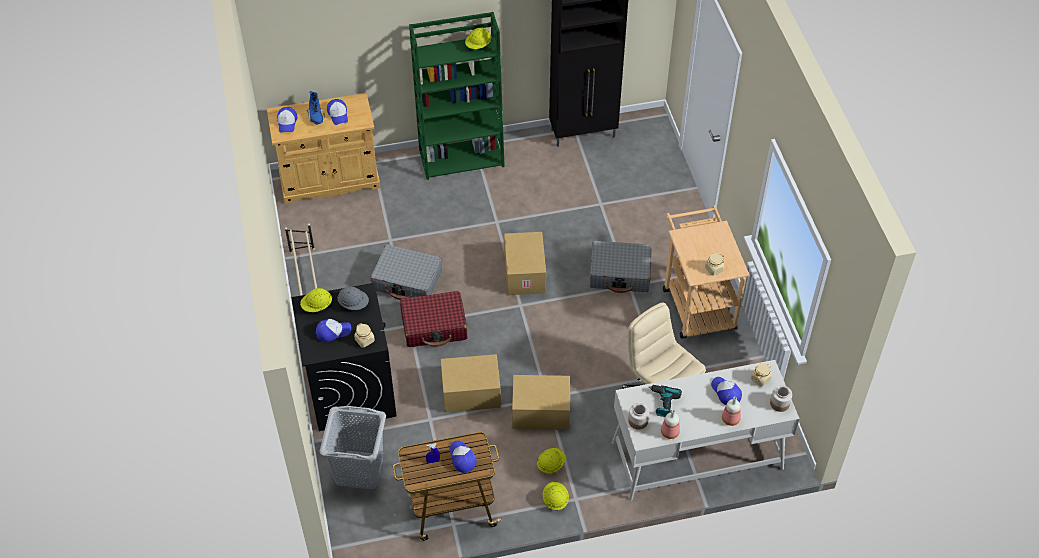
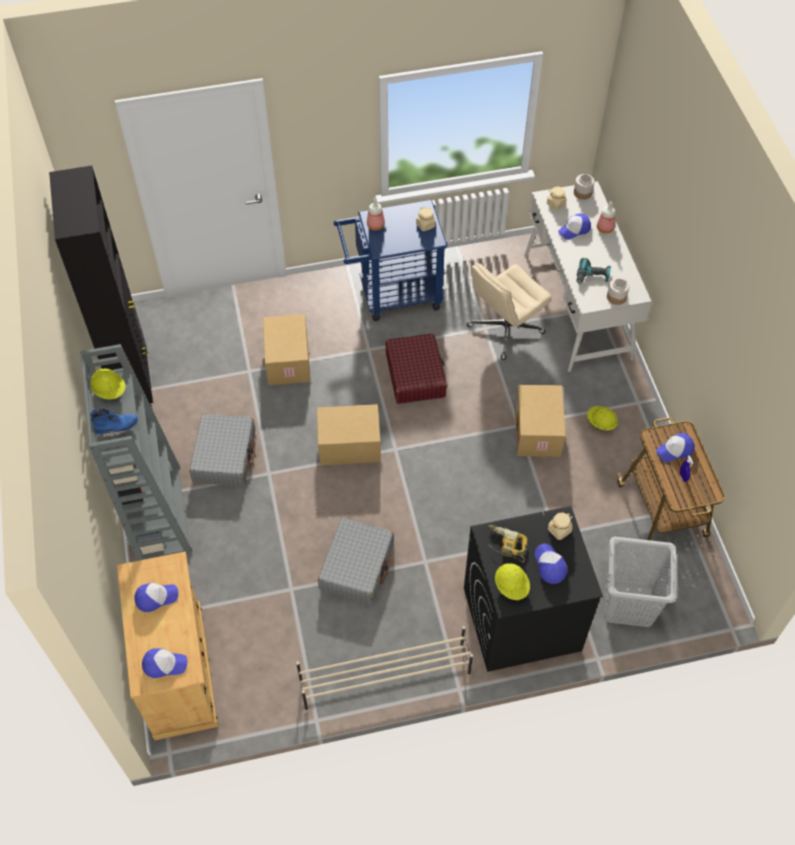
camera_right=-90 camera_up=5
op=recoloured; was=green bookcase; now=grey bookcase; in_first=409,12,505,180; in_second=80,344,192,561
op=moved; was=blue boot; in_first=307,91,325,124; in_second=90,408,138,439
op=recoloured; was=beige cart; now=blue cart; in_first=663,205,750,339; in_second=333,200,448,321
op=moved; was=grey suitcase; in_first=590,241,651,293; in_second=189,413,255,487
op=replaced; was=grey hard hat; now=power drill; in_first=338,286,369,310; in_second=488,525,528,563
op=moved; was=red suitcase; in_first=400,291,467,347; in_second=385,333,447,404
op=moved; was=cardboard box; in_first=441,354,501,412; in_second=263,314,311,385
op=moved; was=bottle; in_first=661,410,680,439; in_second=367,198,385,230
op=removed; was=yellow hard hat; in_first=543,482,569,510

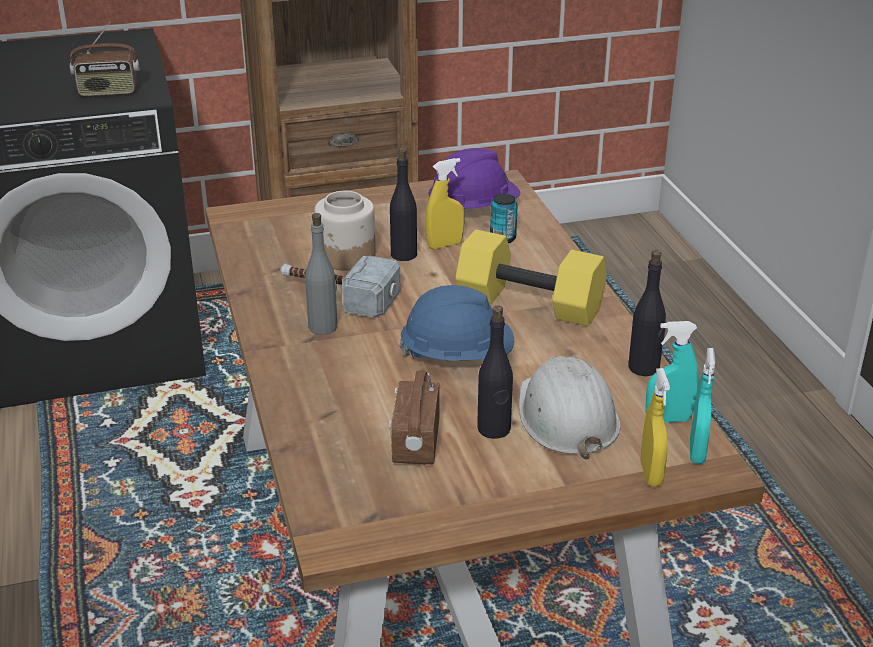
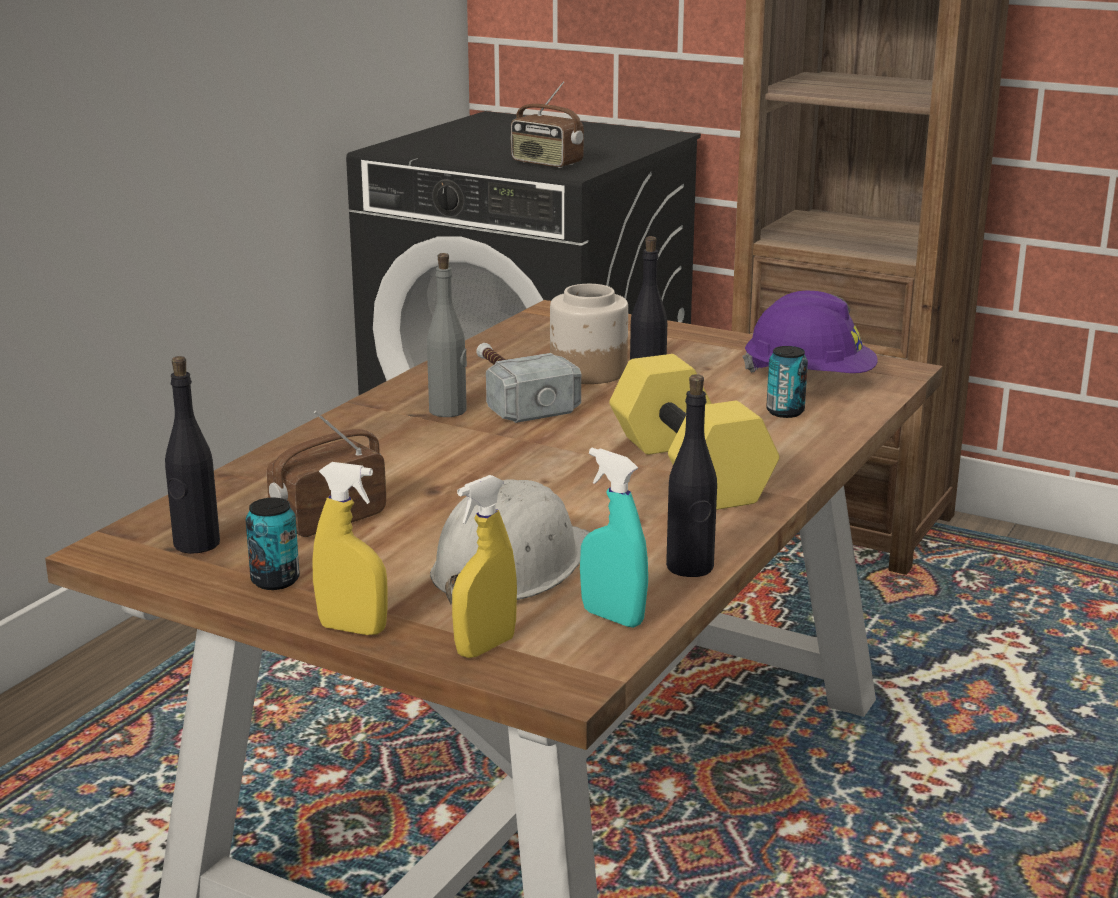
camera_right=45 camera_up=-10
op=moved; was=yellow spray bottle; in_first=426,158,465,249; in_second=312,462,388,635
op=removed; was=blue hard hat; in_first=399,285,514,361
op=moved; was=black bottle; in_first=477,305,513,439; in_second=165,356,220,554
op=removed; was=turquoise spray bottle; in_first=690,348,715,464
op=added; now=can; in_second=246,498,300,590

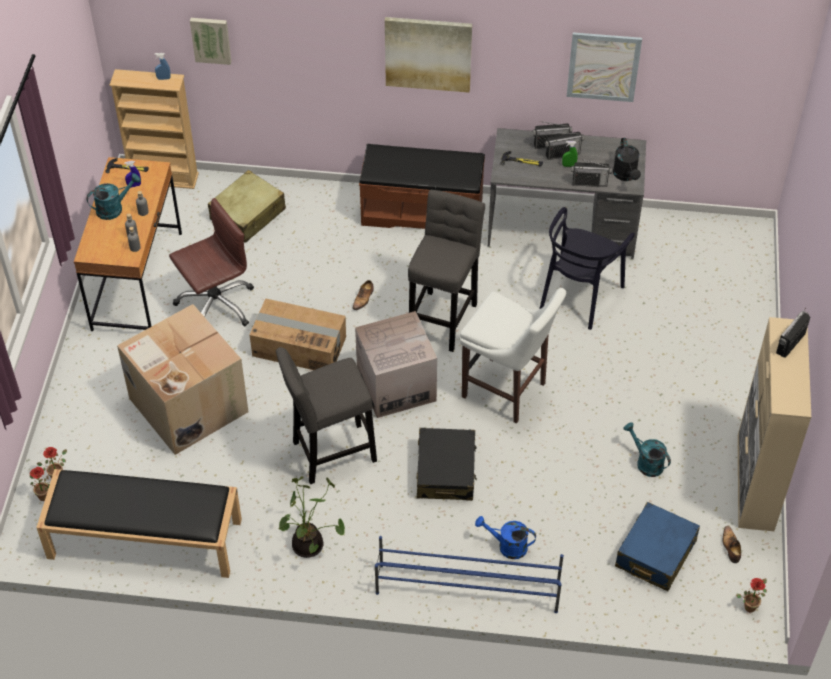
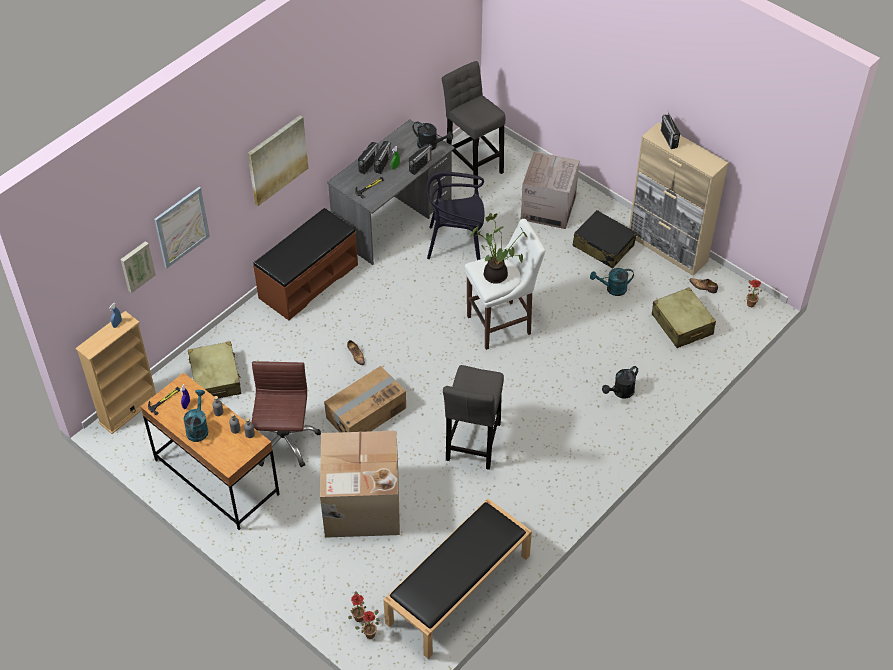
camera_right=-55 camera_up=0
op=moved; was=picture; in_first=566,32,642,102; in_second=154,187,210,269
op=moved; was=grey stool; in_first=408,190,485,352; in_second=442,61,505,185
op=turned; was=black chair; in_first=539,207,635,330; in_second=426,172,484,260; clockwise=120
op=moved; was=cardboard box; in_first=355,311,437,418; in_second=521,151,580,229
op=moved; was=black suitcase; in_first=416,428,477,501; in_second=572,210,637,269
op=moved; was=potted plant; in_first=279,476,345,558; in_second=470,213,527,284
op=recoloured; was=blue suitcase; now=beige suitcase; in_first=615,502,700,591; in_second=652,287,716,348
op=recoloured; was=blue watering can; now=black watering can; in_first=475,516,536,559; in_second=602,366,638,399
op=removed; was=blue shoe rack; in_first=375,536,564,613

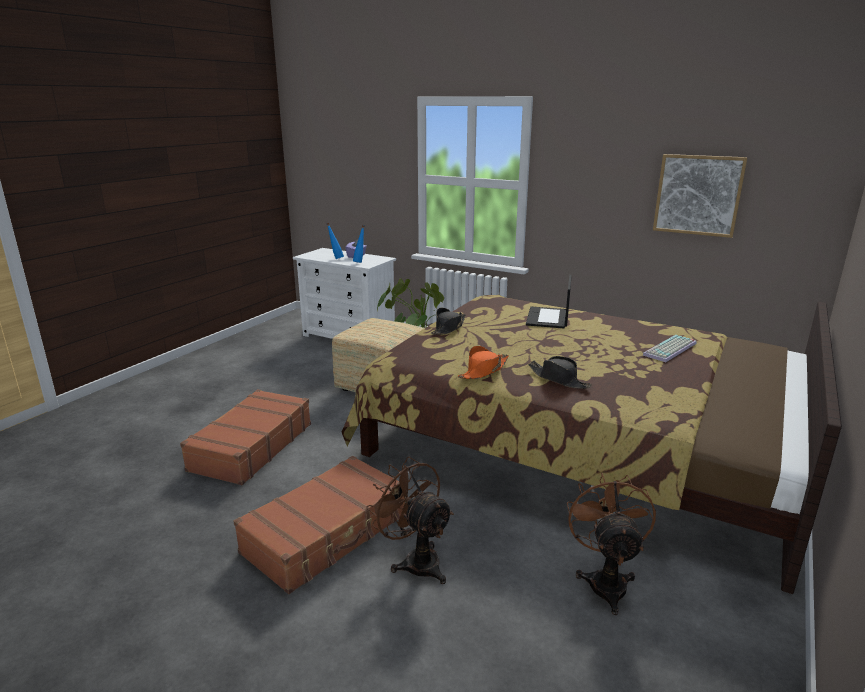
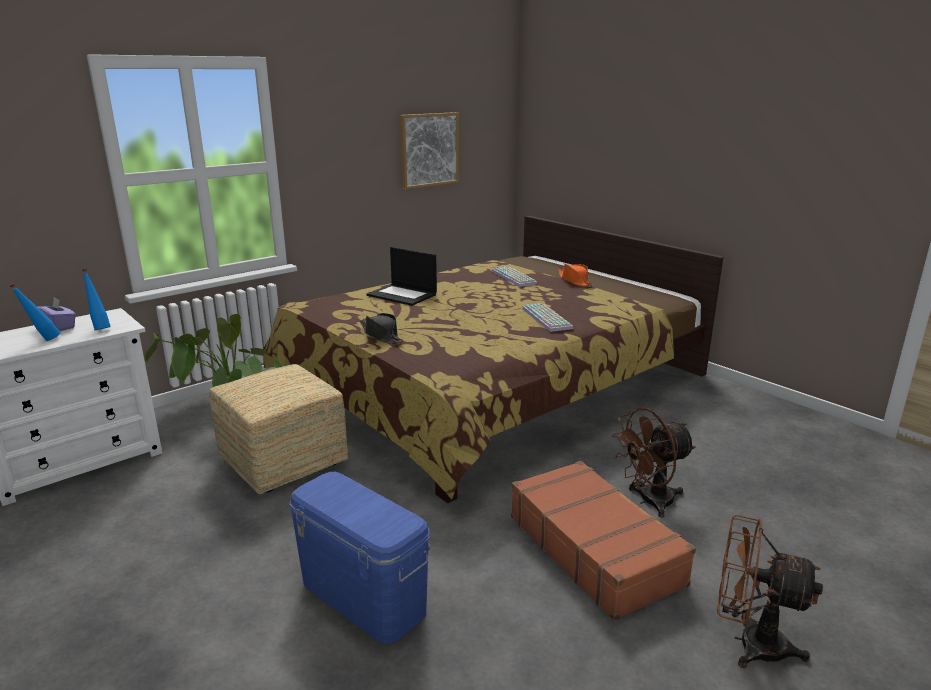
camera_right=-70 camera_up=0
op=moved; was=orange hat; in_first=458,346,509,379; in_second=558,264,593,286
op=replaced; was=black hat; now=keyboard; in_first=528,356,592,389; in_second=522,303,574,332
op=replaced; was=brown suitcase; now=blue storage box; in_first=180,389,311,485; in_second=289,472,430,644
op=moved; was=brown fan; in_first=567,473,656,615; in_second=717,515,823,668

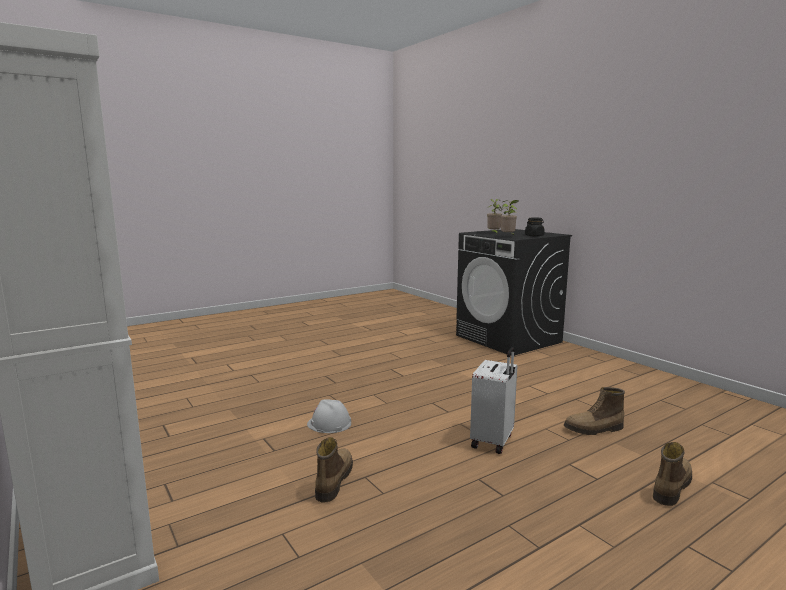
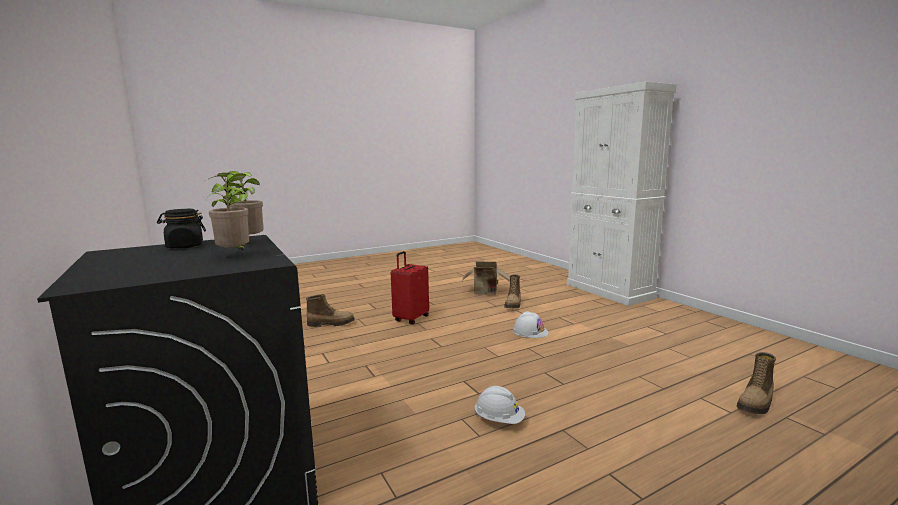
camera_right=-175 camera_up=0
op=recoloured; was=white suitcase; now=red suitcase; in_first=470,347,517,454; in_second=391,251,429,325
op=moved; was=boot; in_first=653,442,692,506; in_second=737,352,776,414
op=added; now=cardboard box; in_second=462,261,510,295
op=added; now=white hard hat; in_second=474,386,525,424

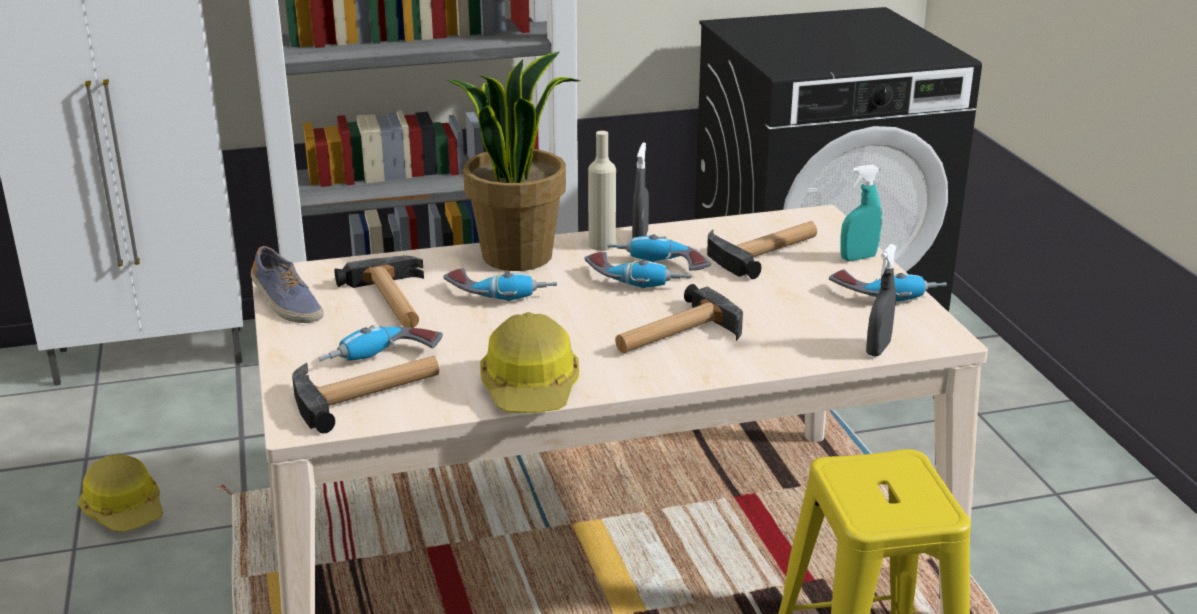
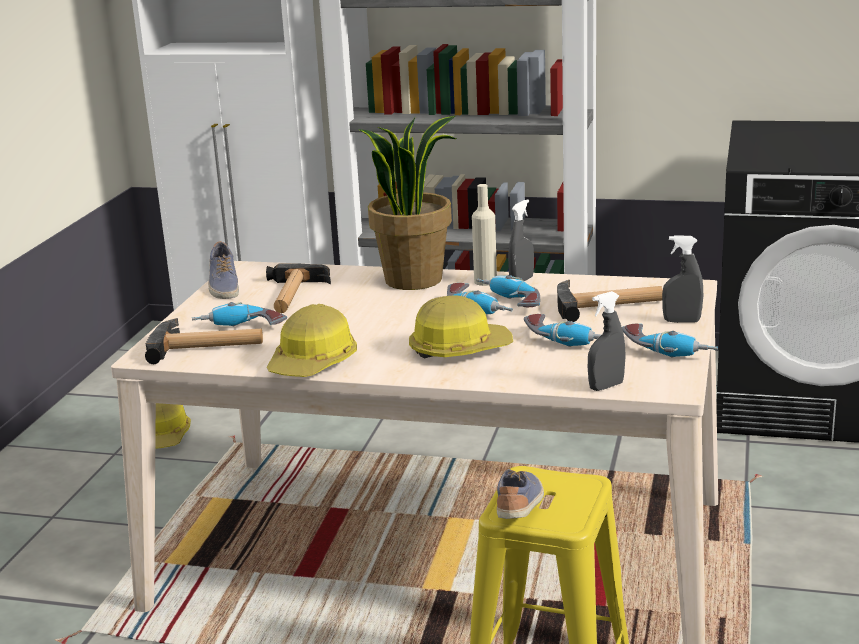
camera_right=30 camera_up=-5
op=recoloured; was=turquoise spray bottle; now=grey spray bottle; in_first=841,165,882,261; in_second=662,235,703,323
op=moved; was=power drill; in_first=443,268,557,301; in_second=524,314,601,347
op=replaced; was=hammer; now=hard hat; in_first=615,284,743,353; in_second=409,295,513,359
op=added; now=shoe; in_second=497,469,544,519

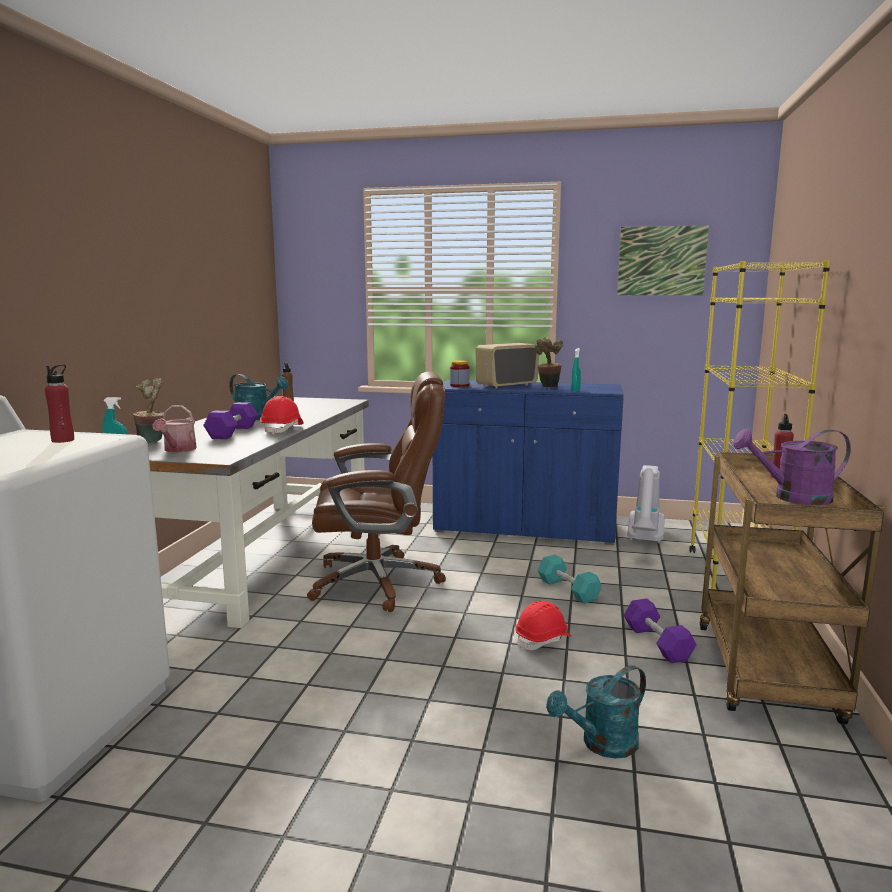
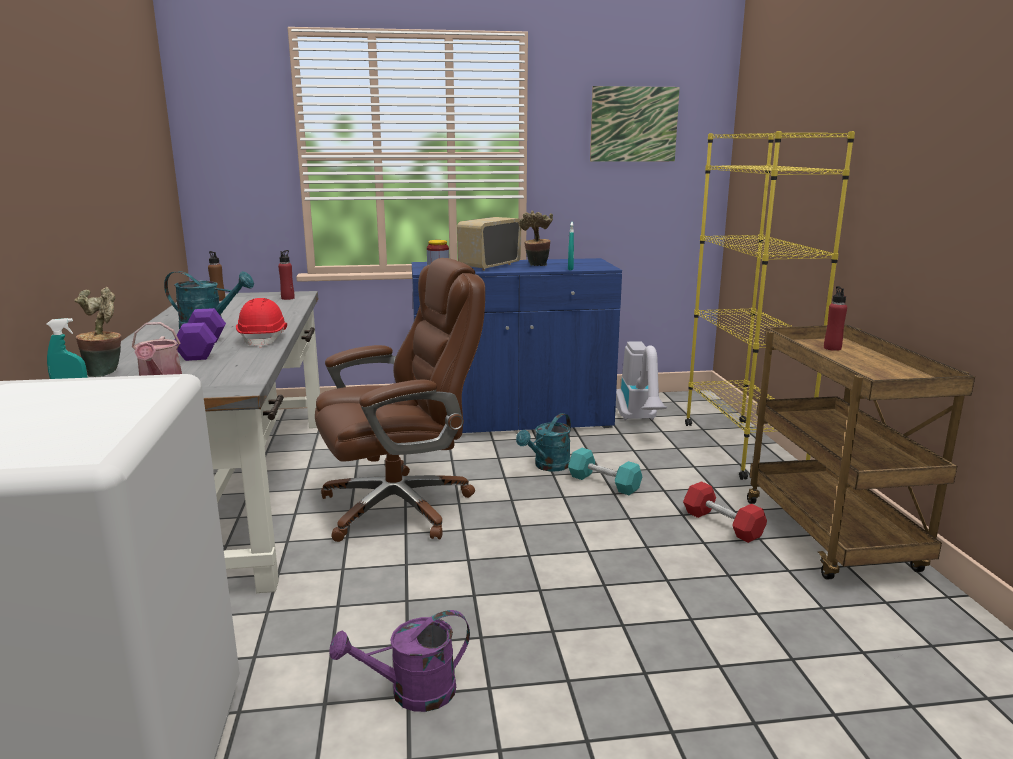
camera_right=-20 camera_up=5
op=moved; was=red bottle; in_first=45,364,74,443; in_second=278,250,295,300
op=moved; was=purple watering can; in_first=733,429,851,505; in_second=329,610,470,712
op=recoloured; was=purple dumbbell; now=red dumbbell; in_first=624,599,696,663; in_second=683,481,767,543
op=removed; was=red hard hat; in_first=515,601,572,650
op=moved; was=turquoise watering can; in_first=546,665,646,758; in_second=516,413,571,472

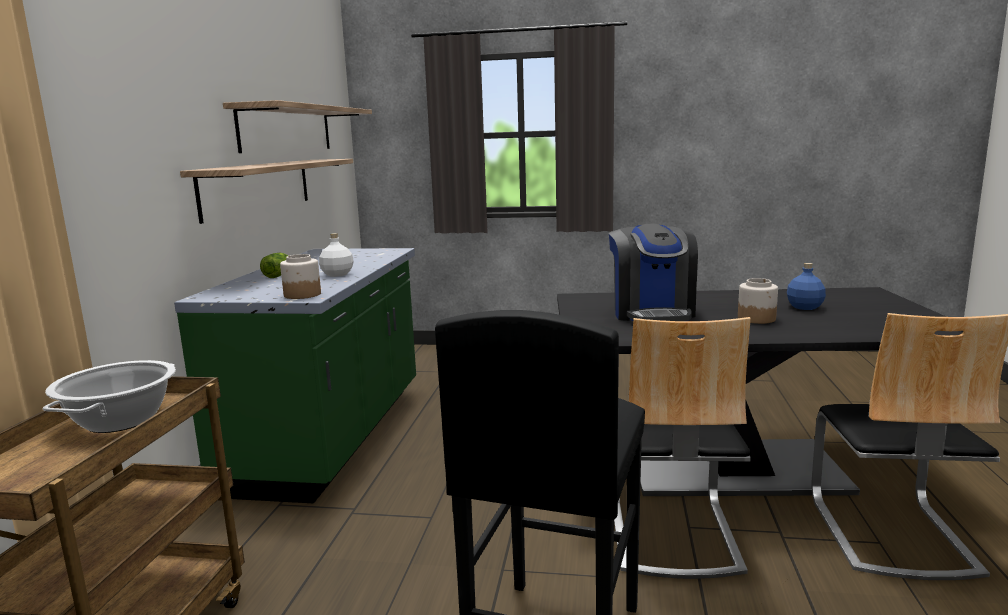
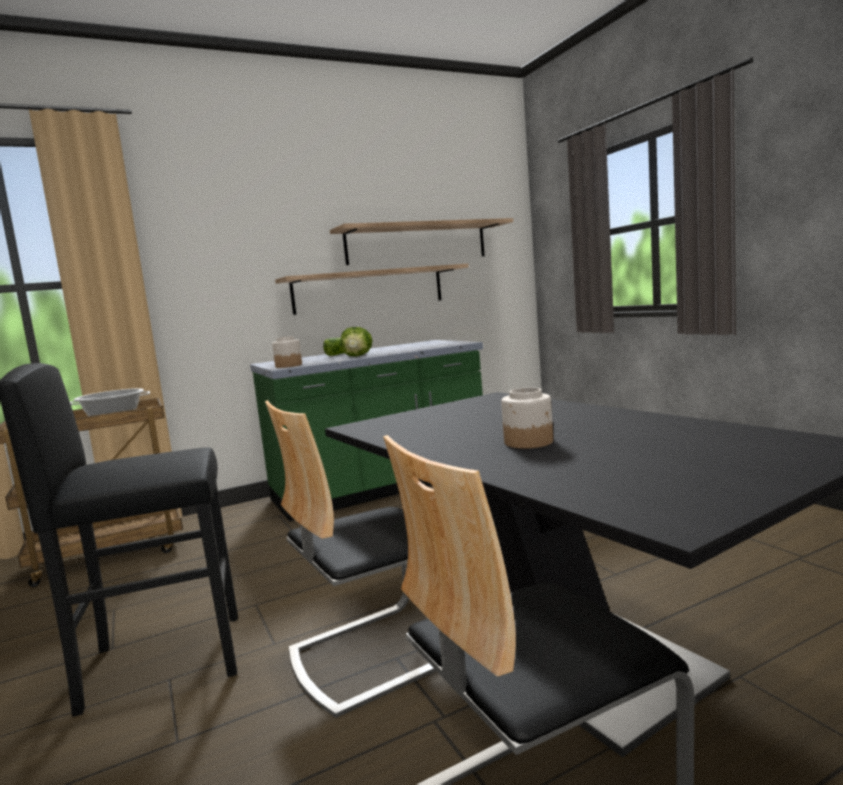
camera_right=55 camera_up=-5
op=removed; was=coffee machine; in_first=609,224,698,321
op=replaced; was=white bottle; now=lettuce; in_first=319,233,354,277; in_second=341,327,372,356
op=removed; was=blue bottle; in_first=787,263,826,310

